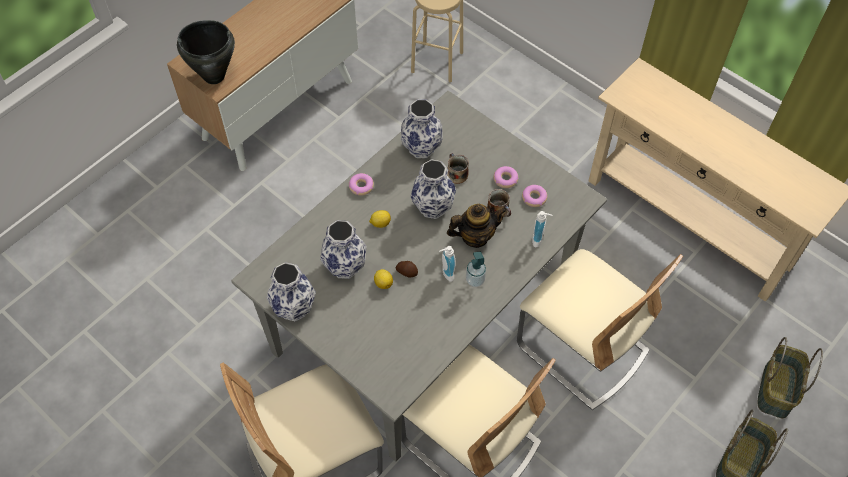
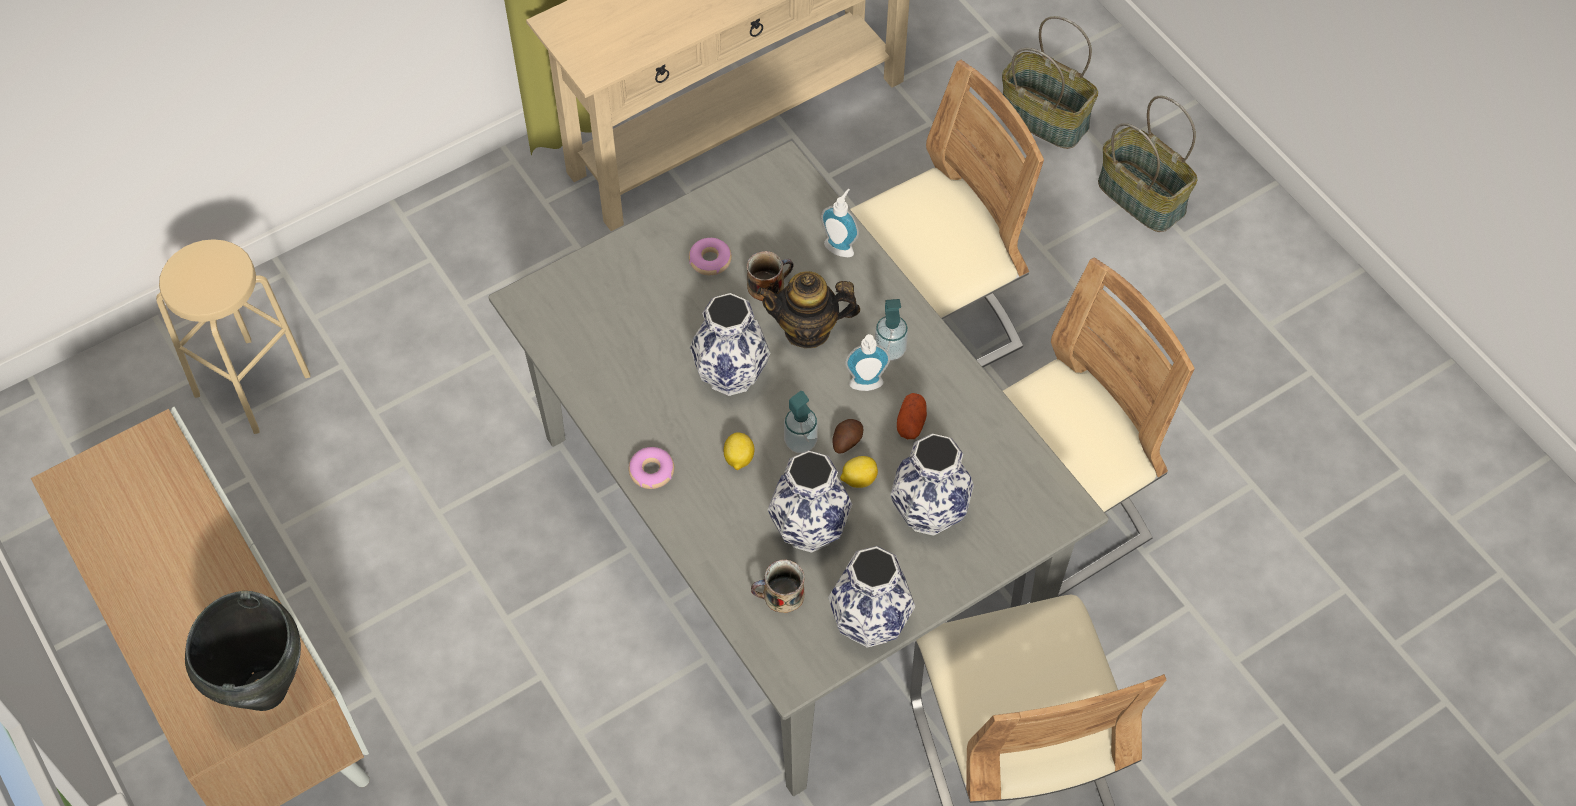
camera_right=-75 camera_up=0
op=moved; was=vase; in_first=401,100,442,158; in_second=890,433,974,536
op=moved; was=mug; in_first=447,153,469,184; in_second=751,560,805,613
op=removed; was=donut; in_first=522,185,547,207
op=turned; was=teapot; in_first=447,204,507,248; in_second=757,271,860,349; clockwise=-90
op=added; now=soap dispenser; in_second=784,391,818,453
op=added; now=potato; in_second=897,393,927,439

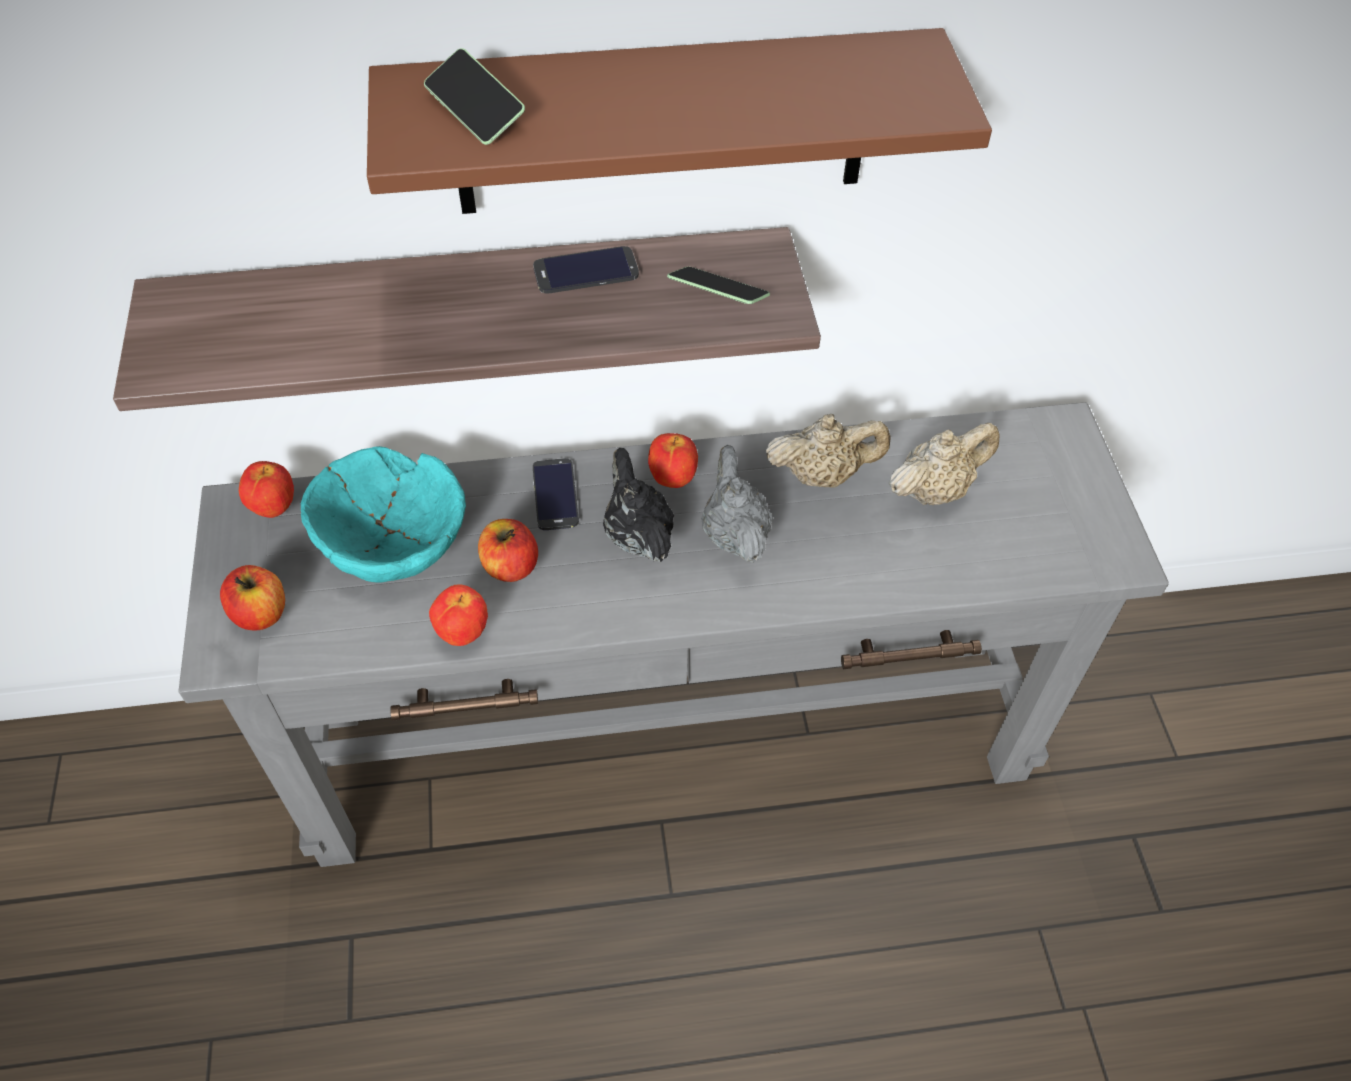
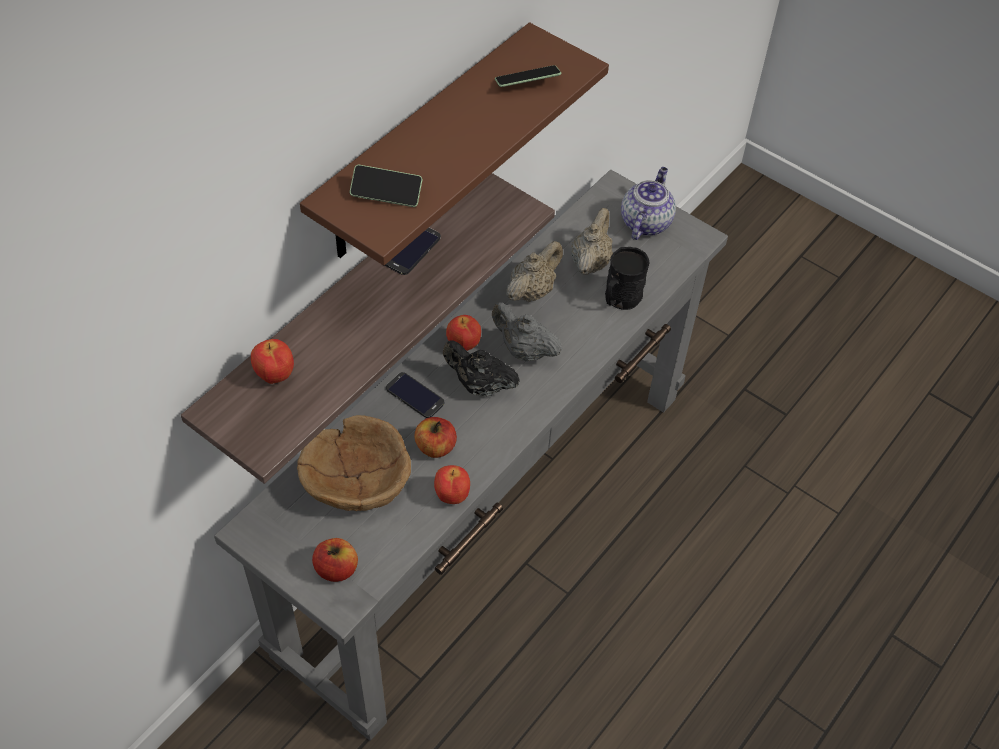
camera_right=-45 camera_up=0
op=moved; was=phone; in_first=667,267,770,304; in_second=495,65,562,87
op=recoloured; was=turquoise bowl; now=brown bowl; in_first=301,446,466,583; in_second=297,415,411,511
op=moved; was=apple; in_first=239,461,294,518; in_second=251,339,294,384
op=added; now=teapot; in_second=621,167,676,240
op=added; now=black mug; in_second=605,247,650,310

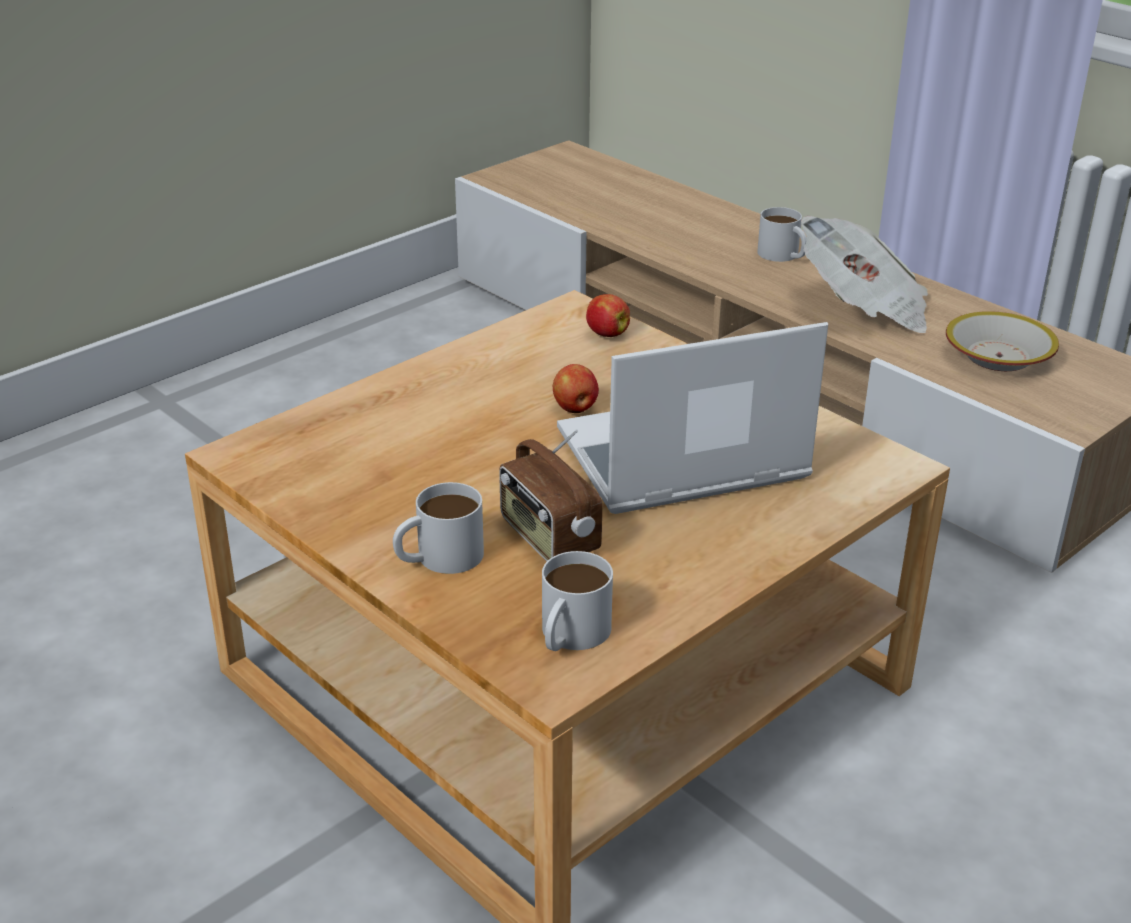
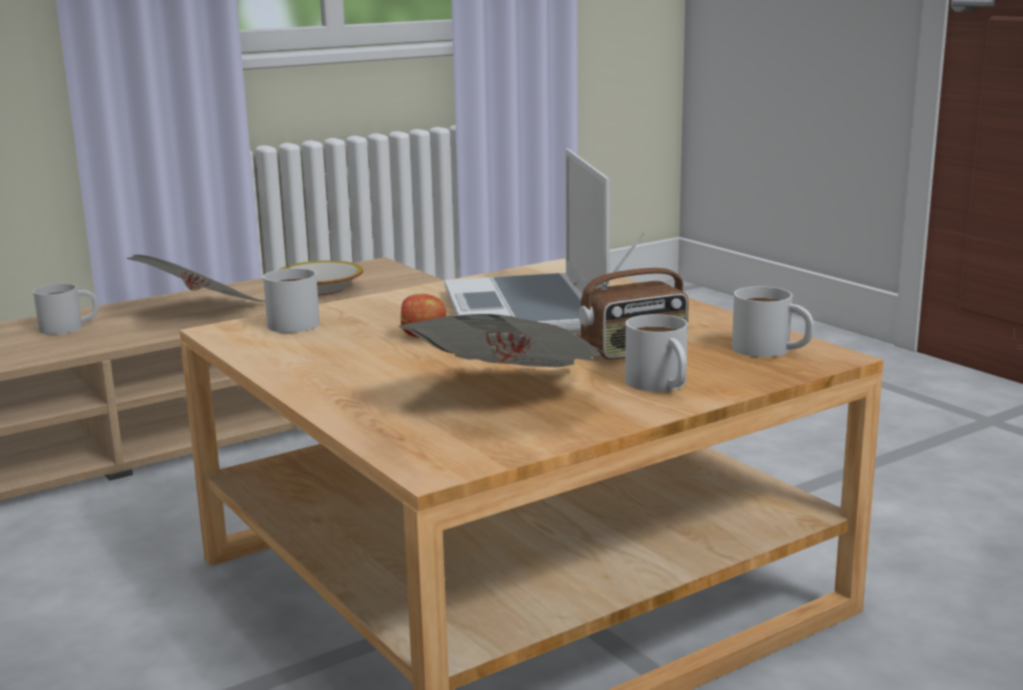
camera_right=-80 camera_up=-15
op=replaced; was=apple; now=white mug; in_first=586,294,630,337; in_second=263,268,320,333
op=added; now=newspaper; in_second=399,314,604,367

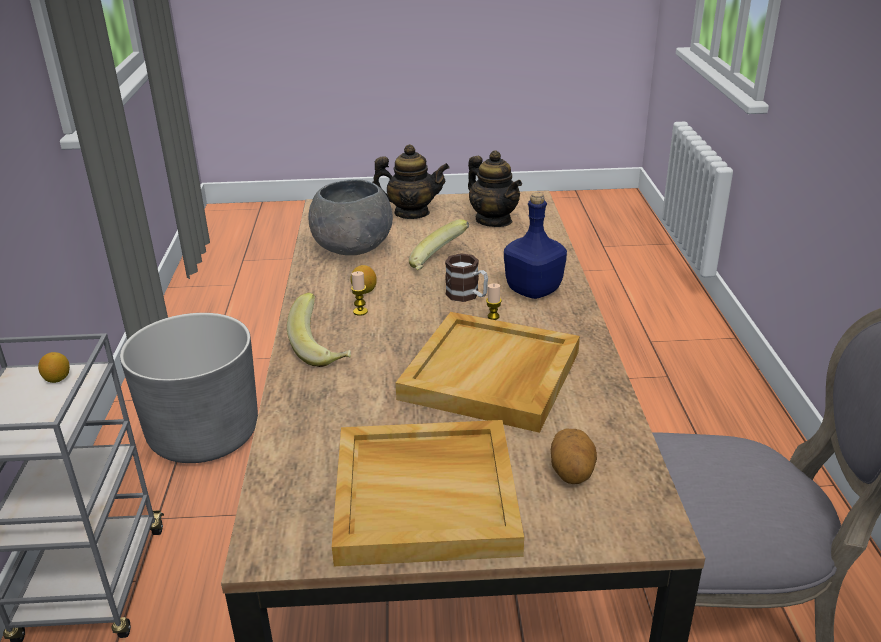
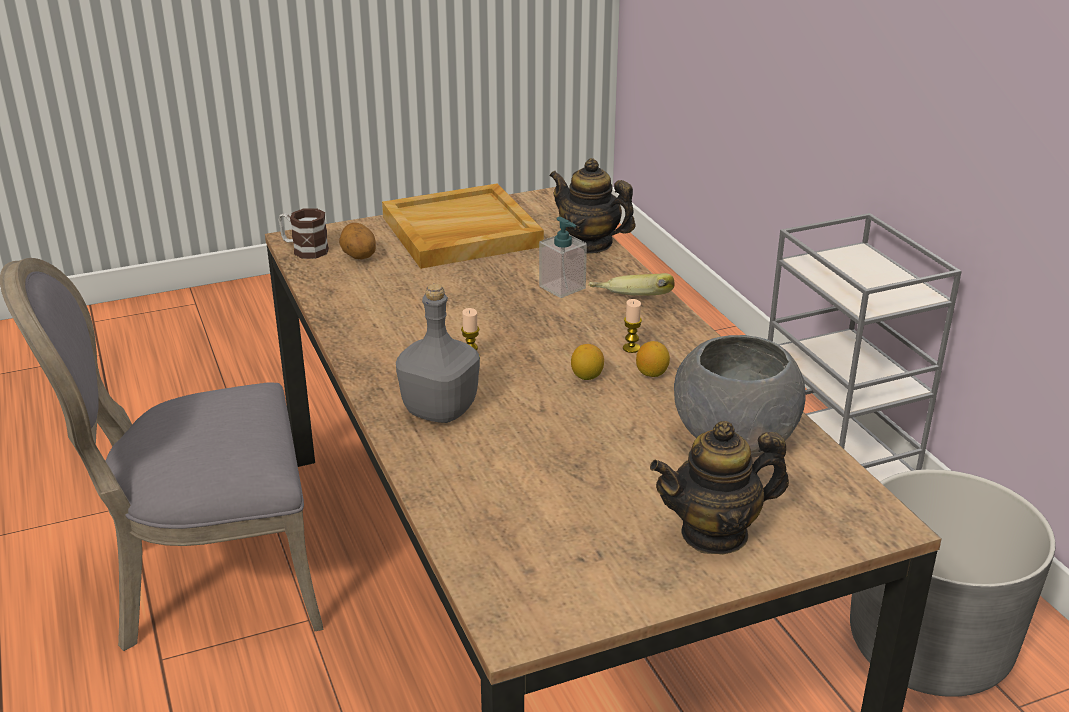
camera_right=160 camera_up=0
op=moved; was=teapot; in_first=468,151,522,227; in_second=549,158,636,254
op=recoloured; was=blue bottle; now=grey bottle; in_first=504,192,567,299; in_second=396,284,480,423
op=removed; was=banana; in_first=409,219,469,270
op=moved; was=mug; in_first=445,253,488,302; in_second=279,208,329,259
op=removed; was=beige tray; in_first=395,312,580,433
op=moved; was=lemon; in_first=38,352,70,383; in_second=571,344,604,380
op=added; now=soap dispenser; in_second=539,217,587,298

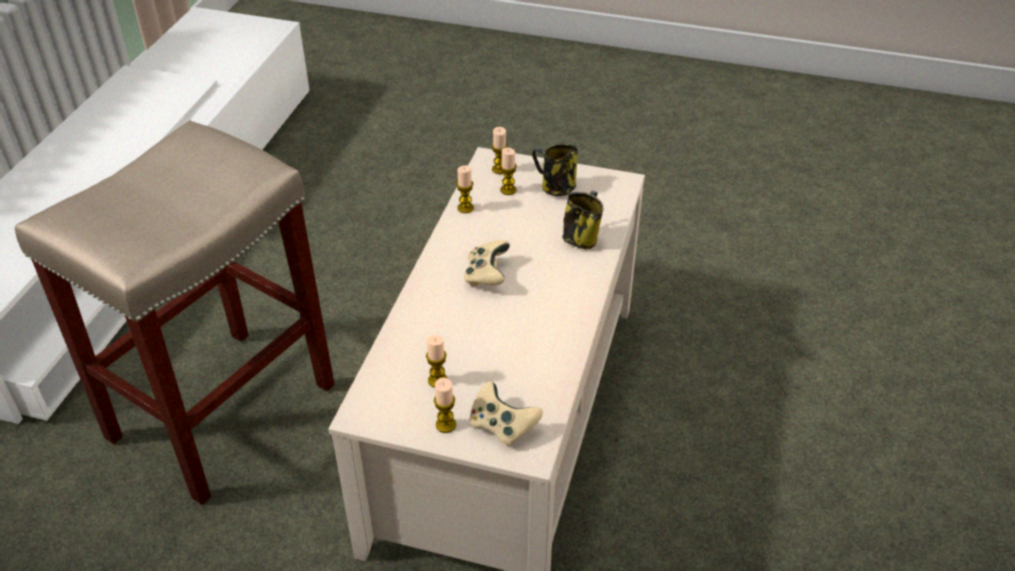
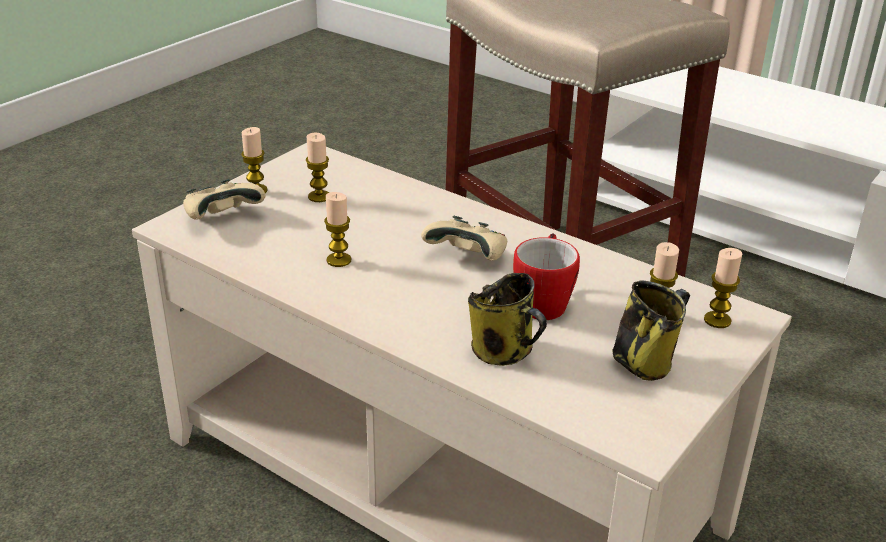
camera_right=110 camera_up=-10
op=moved; was=candle; in_first=456,165,474,213; in_second=324,192,351,267
op=added; now=mug; in_second=513,233,580,320

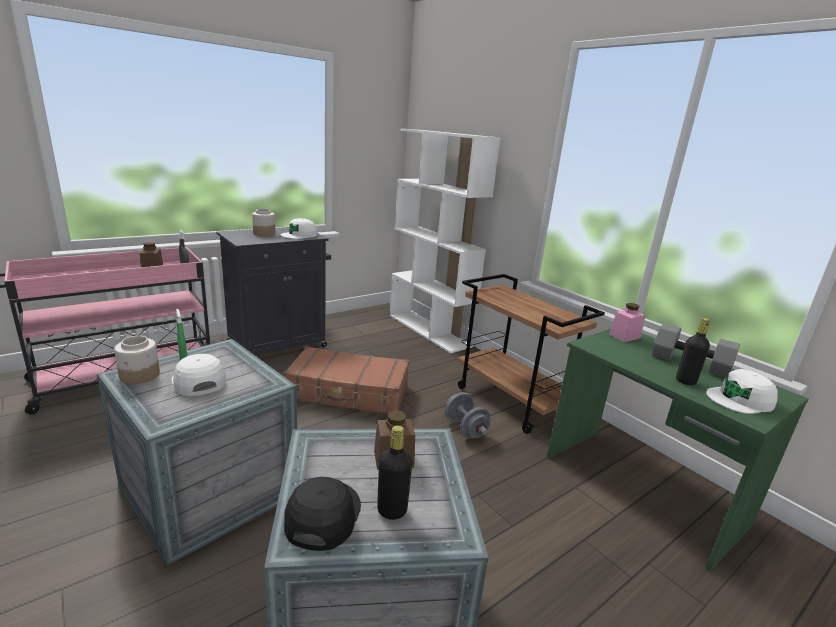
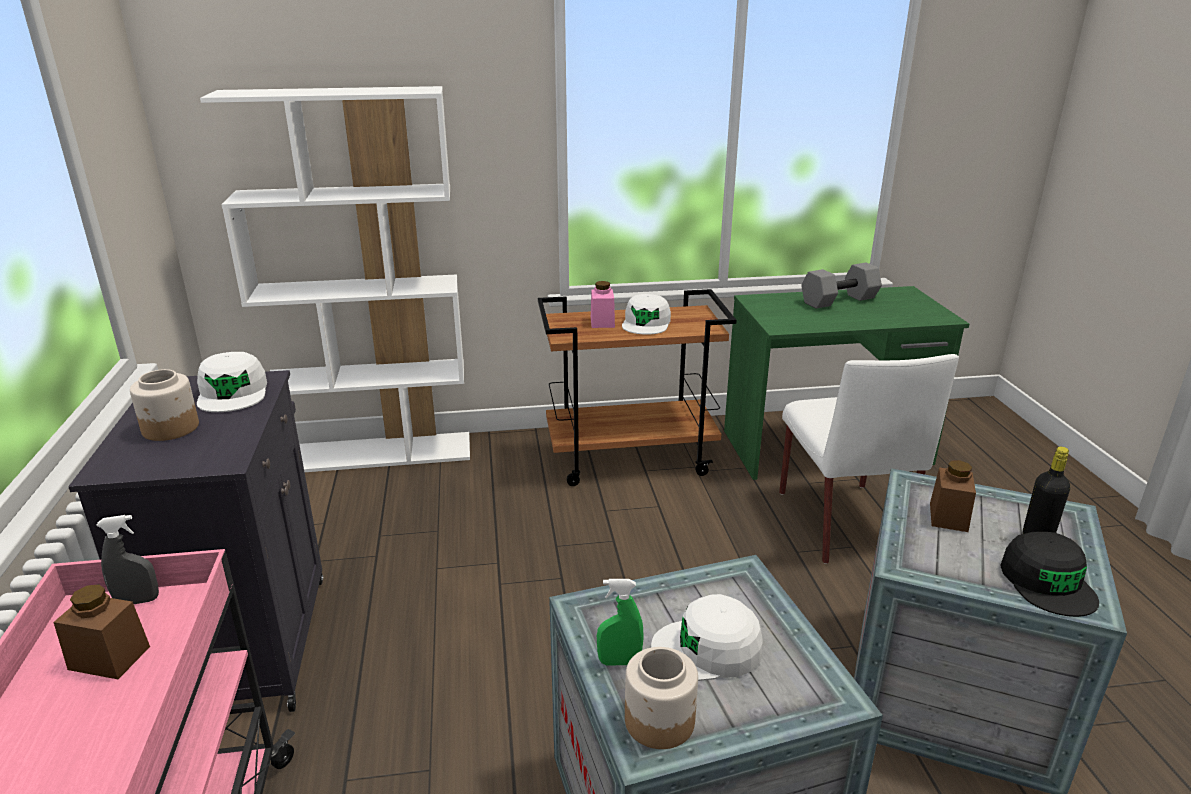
camera_right=-60 camera_up=5
op=moved; was=pink jar; in_first=609,303,646,342; in_second=591,281,615,328
op=removed; was=black bottle; in_first=676,318,710,385
op=removed; was=brown suitcase; in_first=283,346,409,414
op=moved; was=white cap; in_first=706,369,777,414; in_second=622,294,671,334
op=removed; was=grey dumbbell; in_first=445,392,491,439
op=turned; was=black cap; in_first=284,477,361,551; in_second=1000,532,1099,617; clockwise=-135
op=added; now=white chair; in_second=779,354,959,564

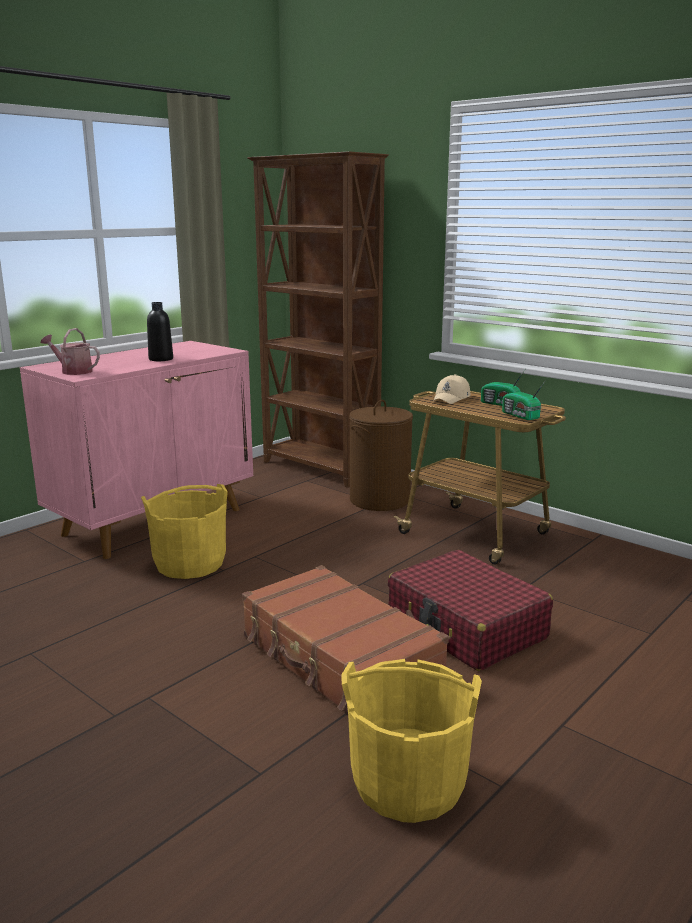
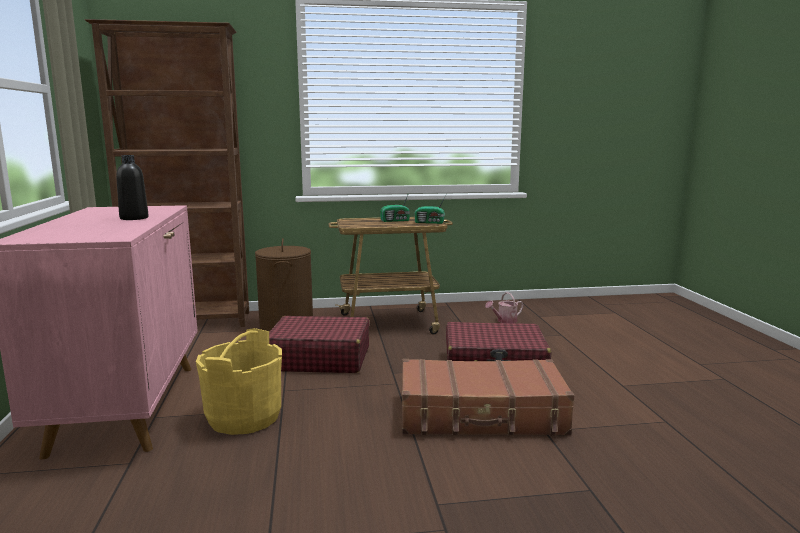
camera_right=-50 camera_up=-5
op=moved; was=watering can; in_first=41,328,100,375; in_second=485,292,524,324
op=removed; was=beige cap; in_first=433,374,471,404
op=removed; was=yellow bucket; in_first=341,659,482,823
op=added; now=red suitcase; in_second=269,316,370,373

